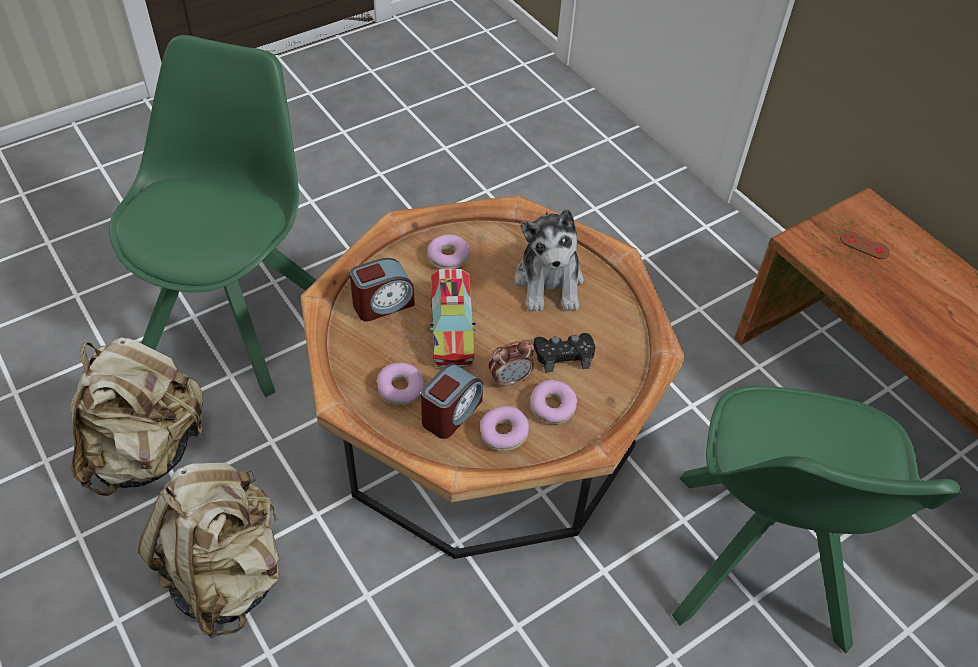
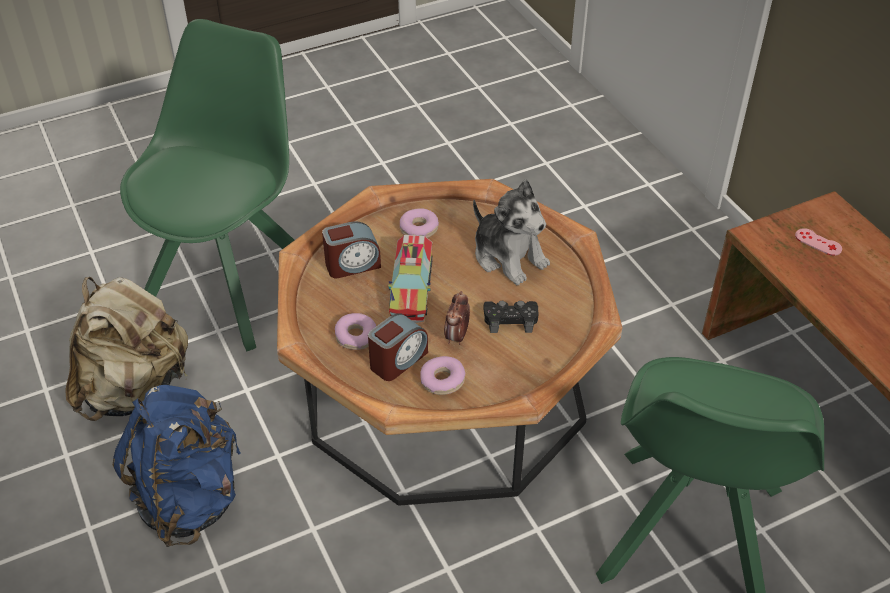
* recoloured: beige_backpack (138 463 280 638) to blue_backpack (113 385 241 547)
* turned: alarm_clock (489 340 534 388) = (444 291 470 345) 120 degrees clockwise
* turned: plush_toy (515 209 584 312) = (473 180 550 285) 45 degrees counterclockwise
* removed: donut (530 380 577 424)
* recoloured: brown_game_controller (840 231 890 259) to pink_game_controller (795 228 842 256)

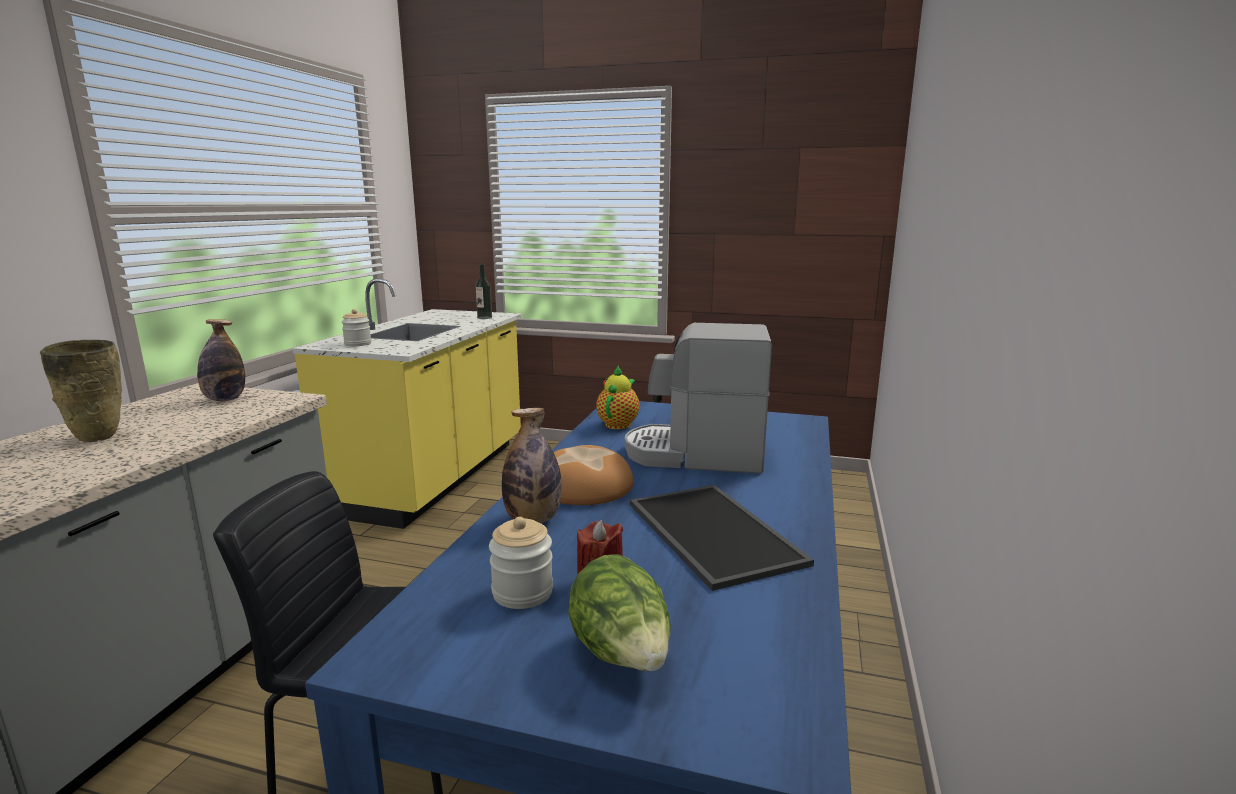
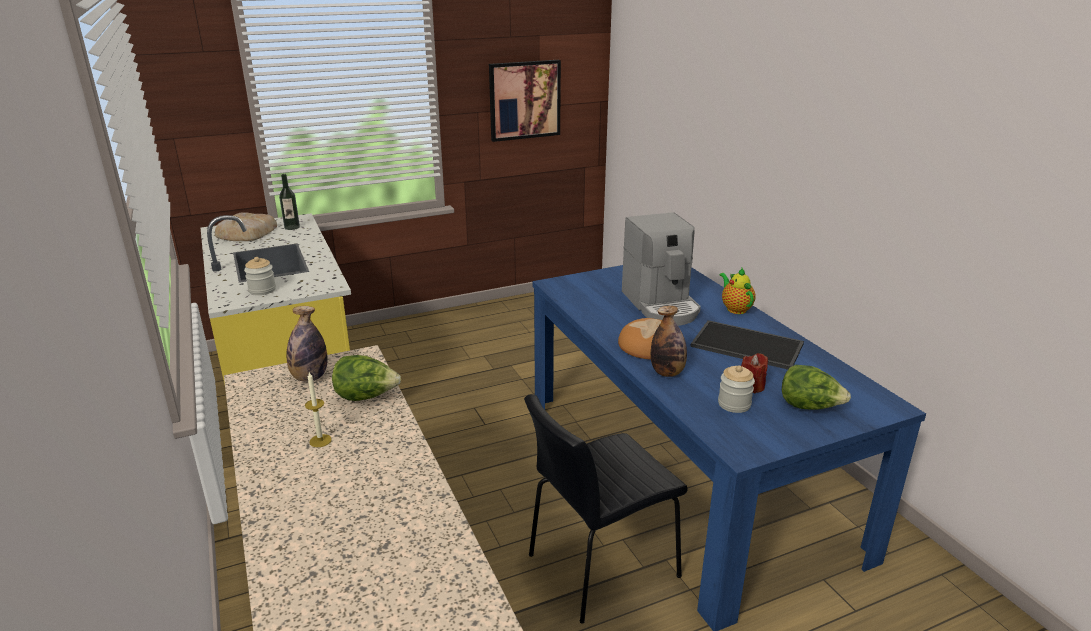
* replaced: beige_vase (40 340 122 442) to candle (305 372 332 447)
* moved: teapot (596 365 640 429) to (719 268 756 314)
* turned: coffee_machine (625 323 772 473) = (622 213 701 326) 75 degrees counterclockwise
* added: bread (215 212 277 241)
* added: lettuce (332 355 401 401)
* added: picture (489 60 561 142)

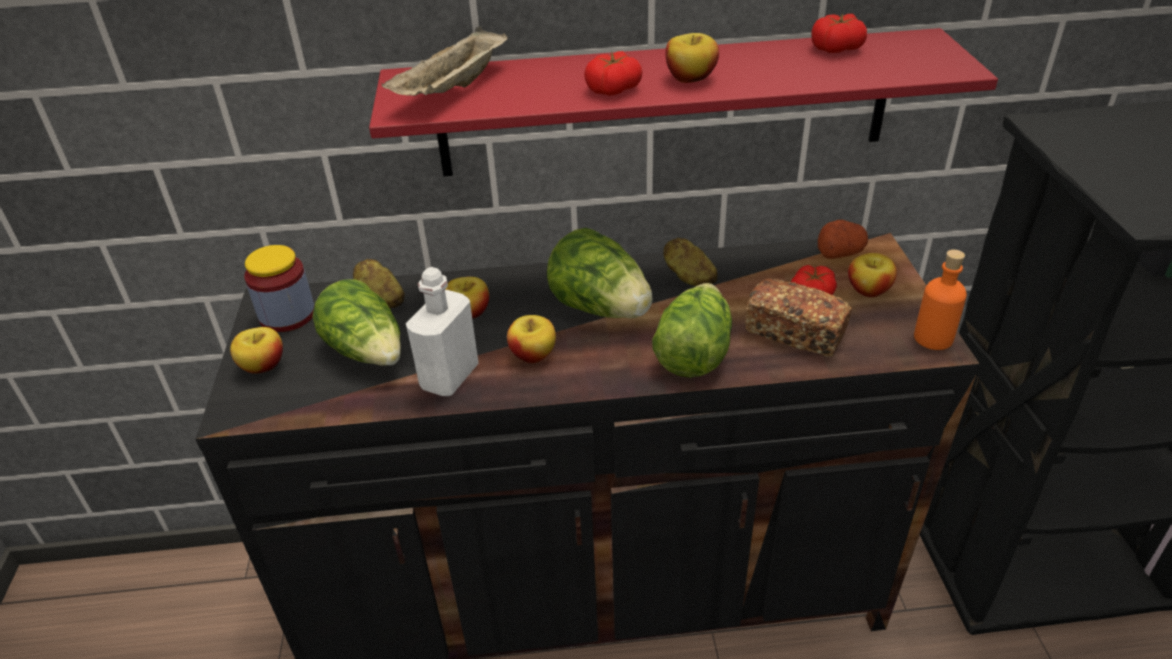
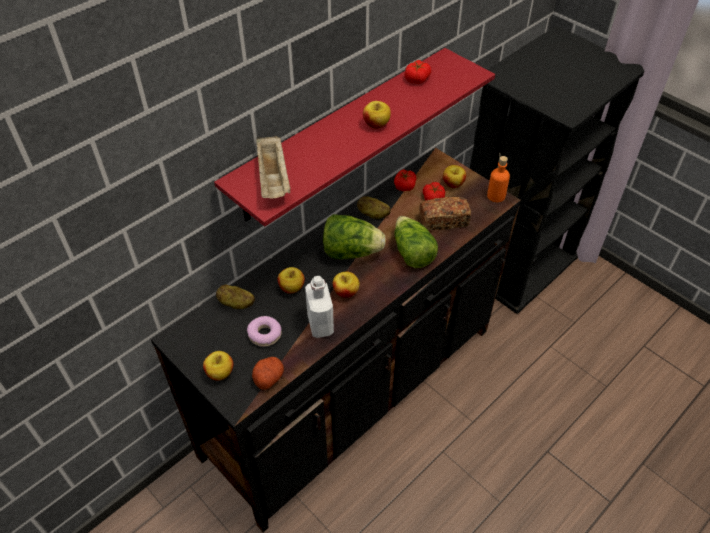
* removed: jar (244 245 314 332)
* replaced: lettuce (312 279 401 366) to donut (247 316 282 347)
* moved: tomato (584 51 643 96) to (394 169 416 191)
* moved: potato (818 220 868 259) to (252 357 284 390)

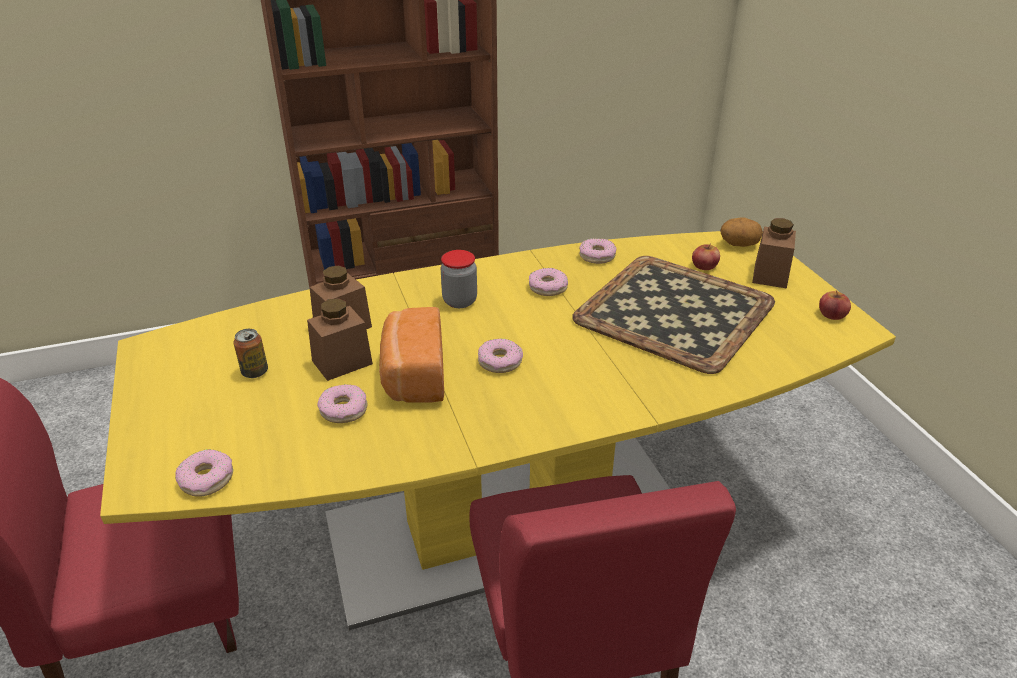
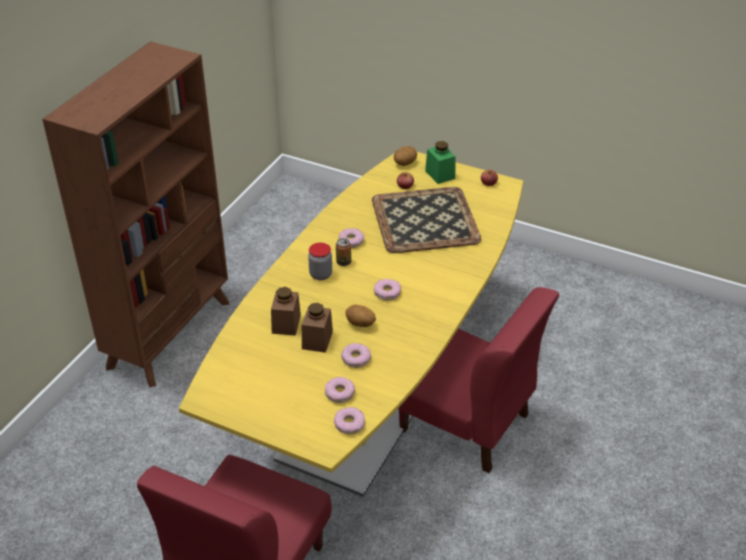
* moved: can (233 329 268 378) to (336 238 351 266)
* replaced: bread (379 307 444 403) to potato (346 305 376 327)
* moved: donut (579 238 616 264) to (325 377 355 403)
* recoloured: brown_jar (752 218 796 288) to green_jar (425 141 455 184)

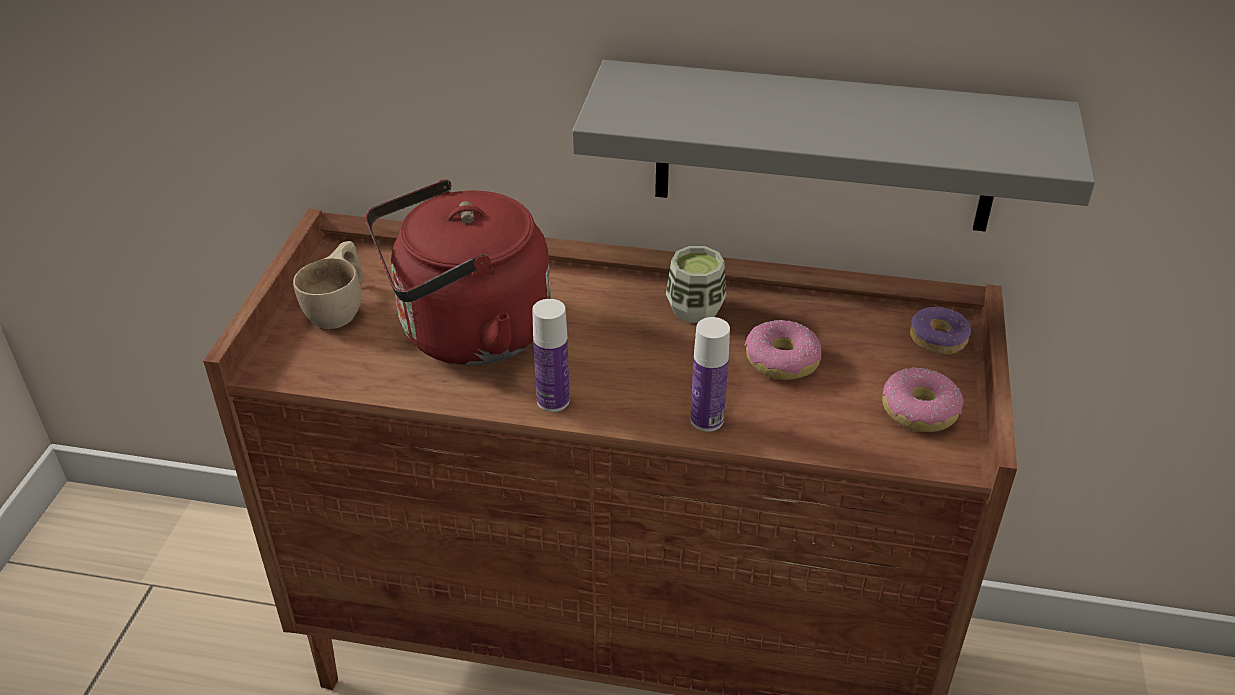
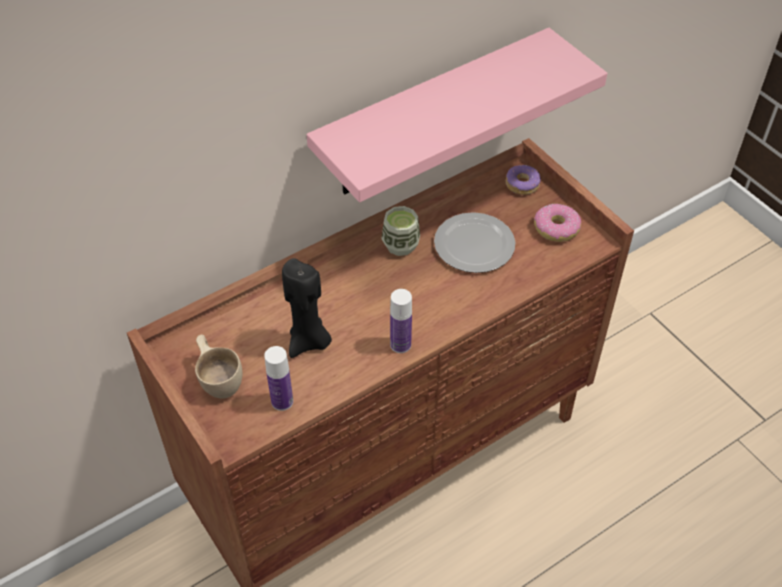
* replaced: red_kettle (365 179 551 366) to black_candle (282 258 332 358)
* recoloured: grey_shelf (572 60 1095 231) to pink_shelf (307 28 608 202)
* moved: bottle (690 317 730 432) to (264 346 293 411)
* replaced: donut (744 320 822 380) to plate (434 212 516 273)

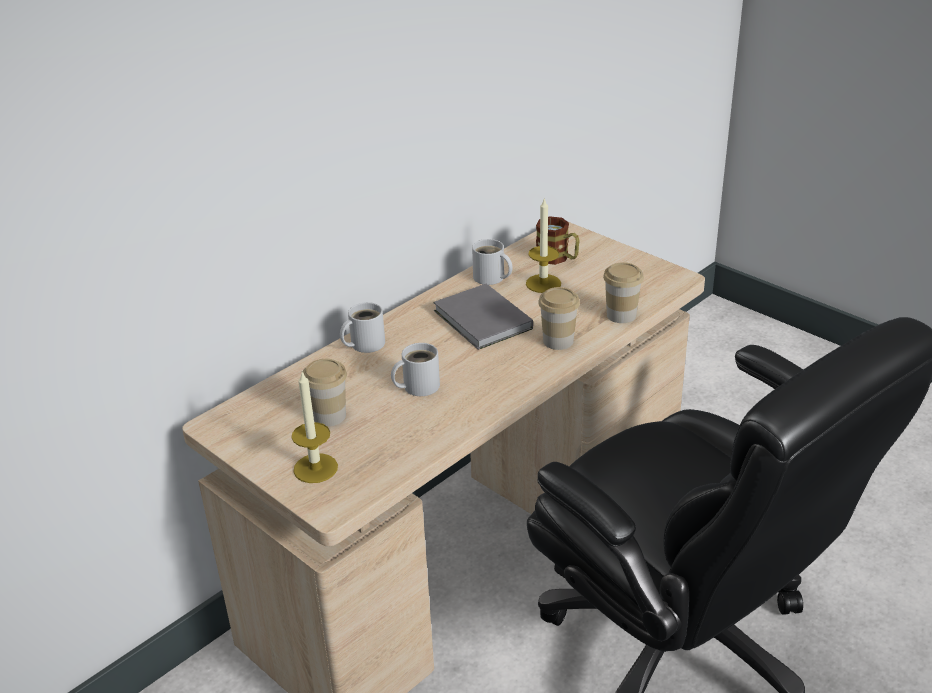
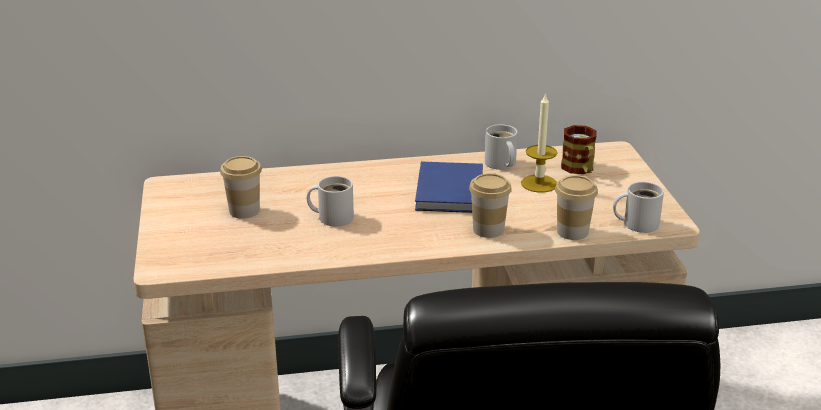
* removed: candle (292 372 338 483)
* moved: white_mug (340 302 385 353) to (613 182 664 233)
* recoloured: grey_book (433 284 533 350) to blue_book (415 162 483 213)

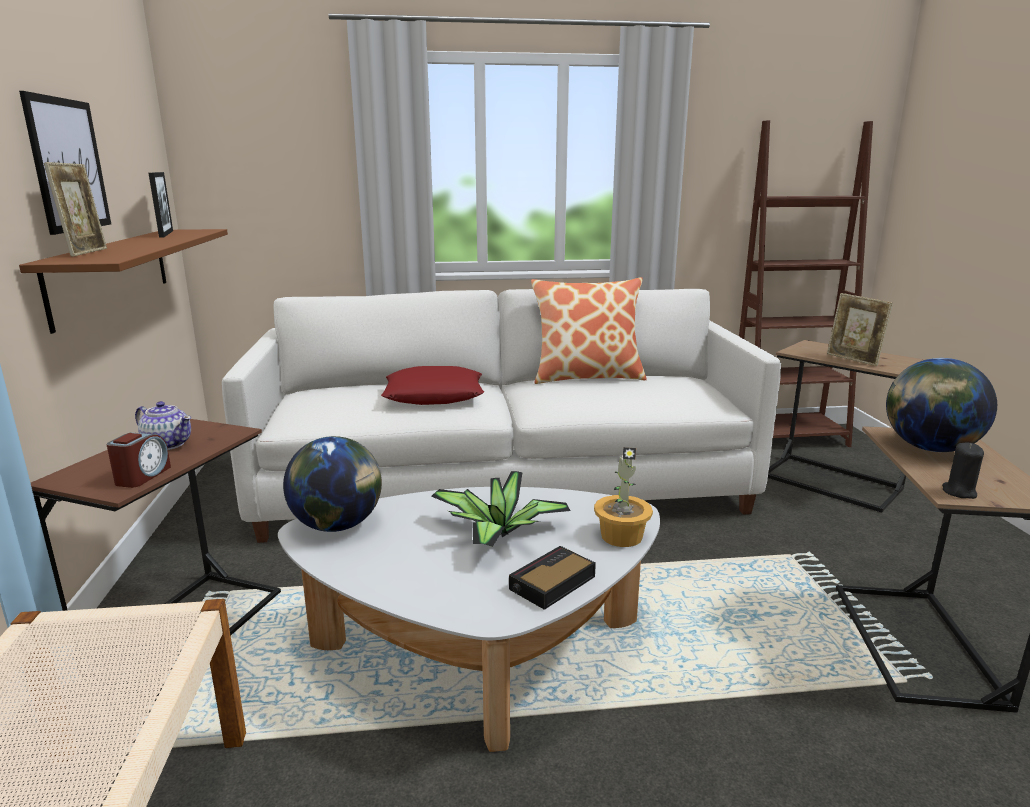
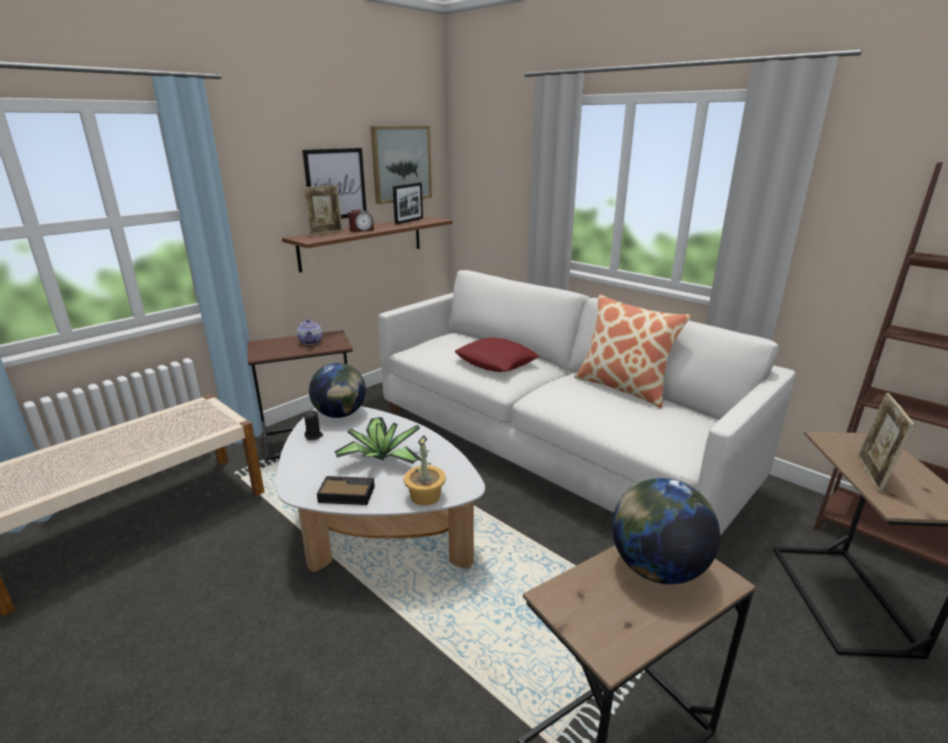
* moved: alarm_clock (107 433 171 488) to (348 209 374 232)
* moved: black_candle (942 443 984 499) to (304 410 323 440)
* added: picture (371 126 432 204)

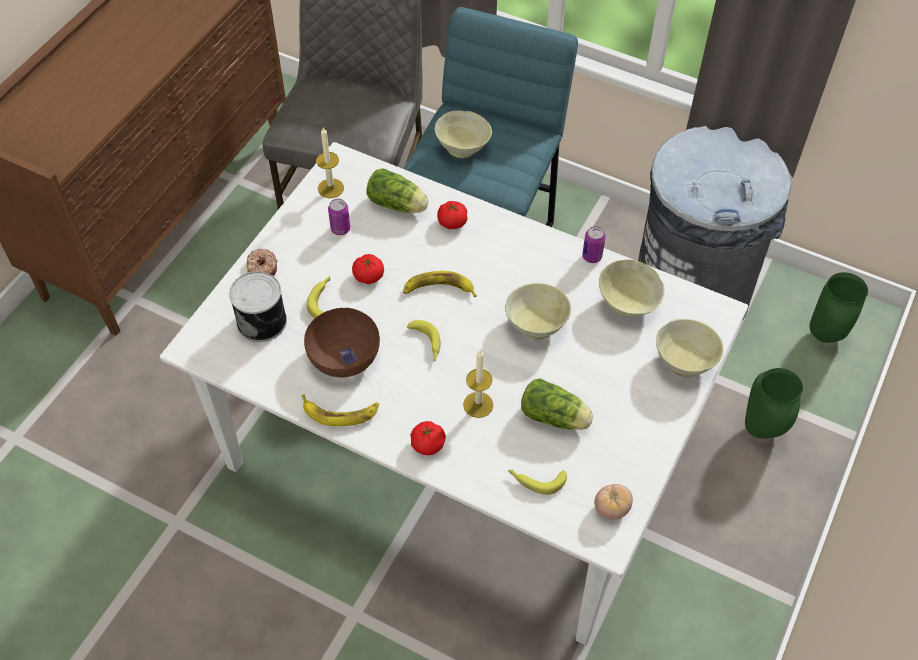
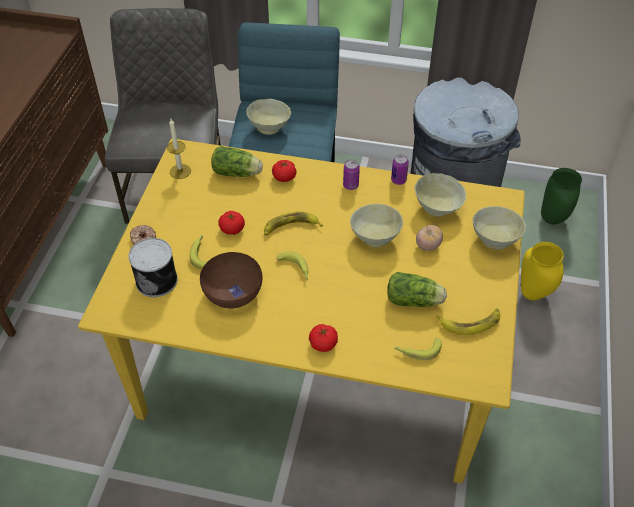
* recoloured: white_dining_table (160 142 748 645) to yellow_dining_table (78 138 525 484)
* moved: banana (302 394 379 426) to (436 308 500 335)
* moved: can (328 199 350 235) to (343 160 360 190)
* removed: candle (463 350 493 418)
* moved: tomato (594 484 633 520) to (416 225 443 251)
* recoloured: green_vase (745 368 803 439) to yellow_vase (521 242 564 301)

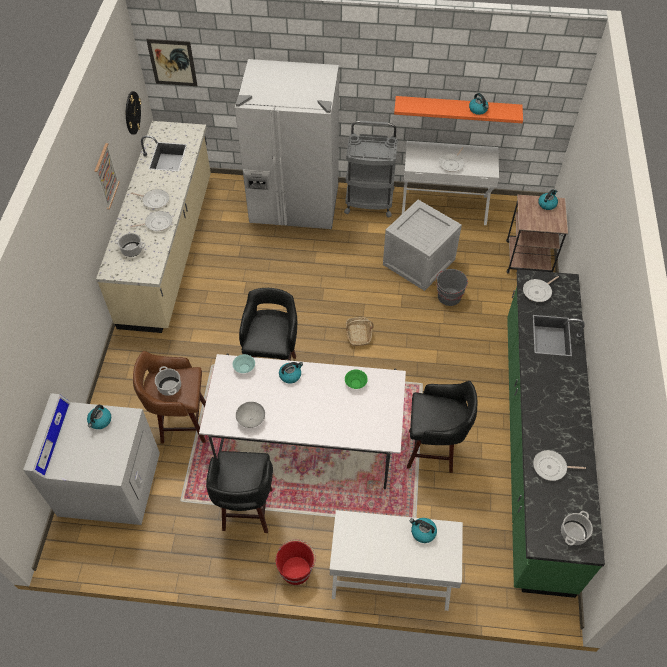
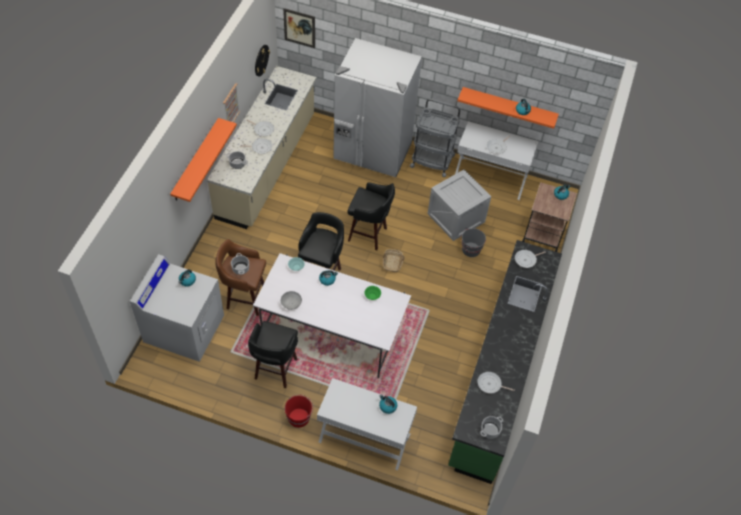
* moved: black_stool (407 381 478 473) to (348 182 395 250)
* added: orange_shelf (170 118 237 202)

